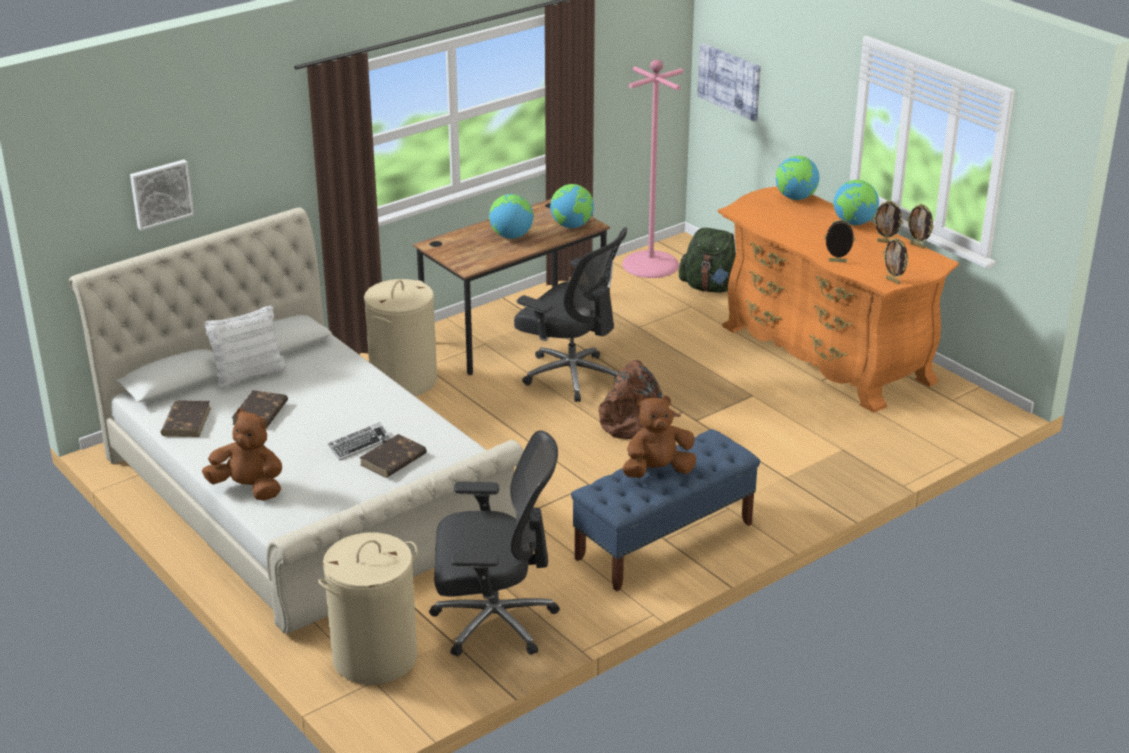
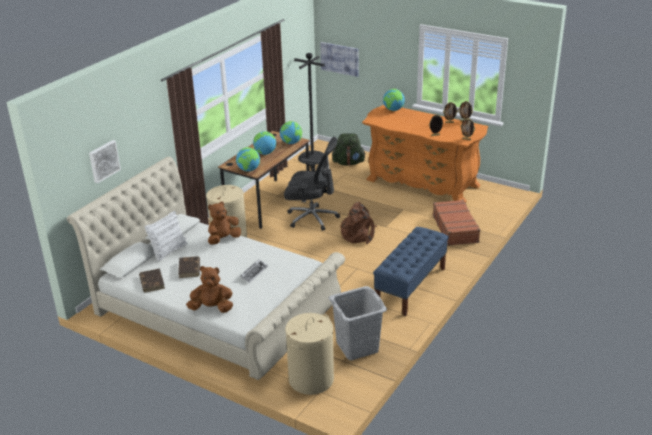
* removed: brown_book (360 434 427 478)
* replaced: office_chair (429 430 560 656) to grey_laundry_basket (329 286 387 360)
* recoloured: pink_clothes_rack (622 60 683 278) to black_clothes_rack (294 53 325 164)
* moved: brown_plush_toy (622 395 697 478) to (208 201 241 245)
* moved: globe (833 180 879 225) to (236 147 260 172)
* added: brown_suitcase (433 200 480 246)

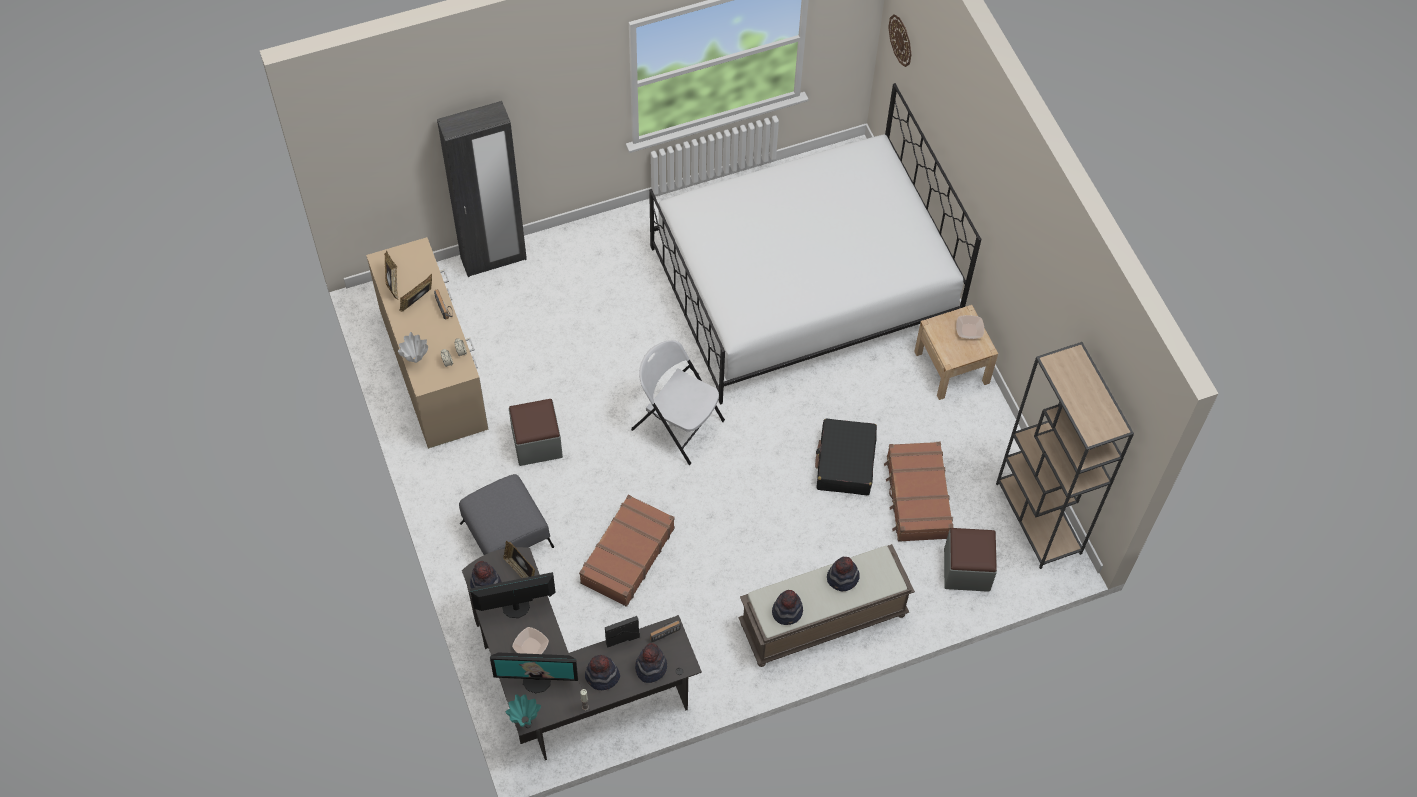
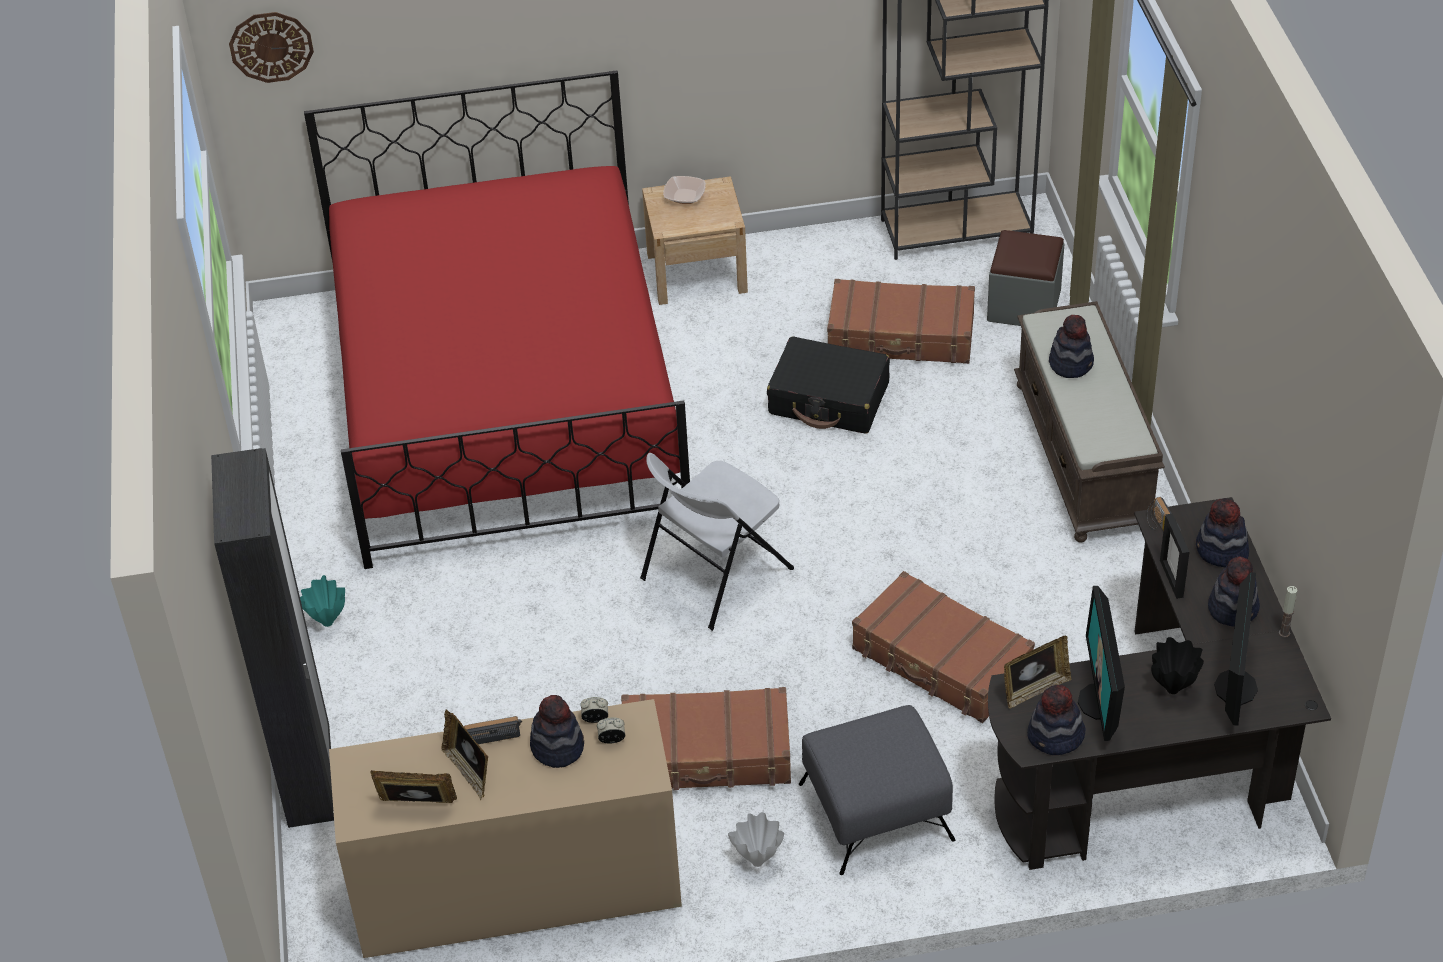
* moved: white_vase (398 332 428 363) to (728 812 784 867)
* moved: turquoise_vase (505 694 541 727) to (300 575 345 627)
* replaced: grey_ottoman (509 399 563 466) to brown_suitcase (621 687 791 790)
* replaced: bowl (512 627 549 654) to black_vase (1151 637 1204 694)
* recoloured: white_bed (649 83 982 405) to red_bed (304 70 690 569)
* moved: hat (772 590 803 625) to (530 695 584 768)

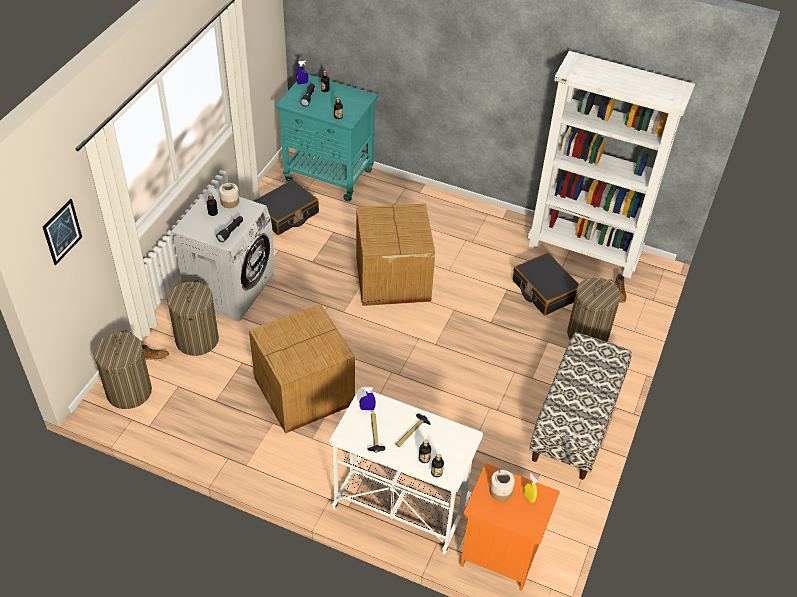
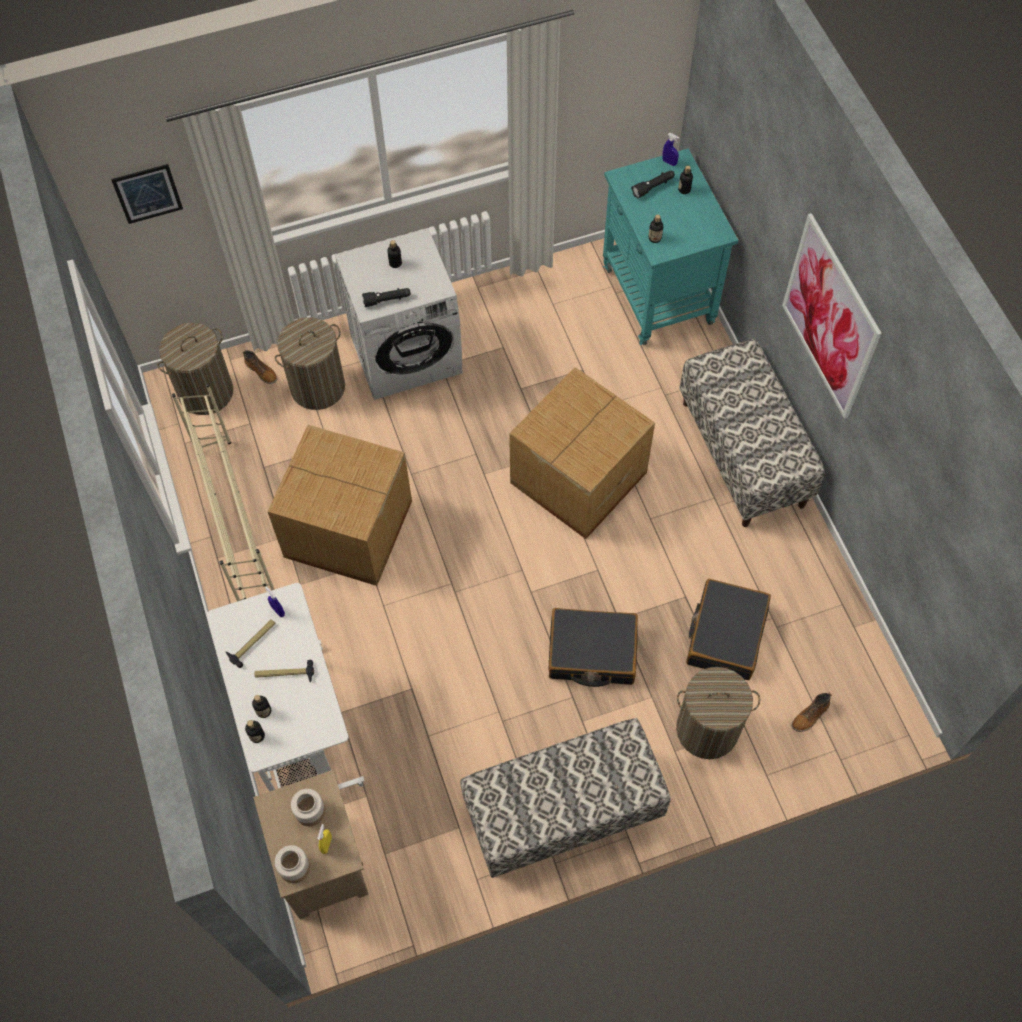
* moved: jar (219 183 239 208) to (275 845 310 883)
* moved: black_suitcase (253 179 319 235) to (549 608 638 687)
* recoloured: orange_nightstand (460 463 560 591) to beige_nightstand (253 770 369 919)
* removed: white_bookcase (528 51 695 278)
* added: beige_shoe_rack (172 383 275 601)
* added: bench (679 339 825 527)
* added: picture (782 213 882 419)

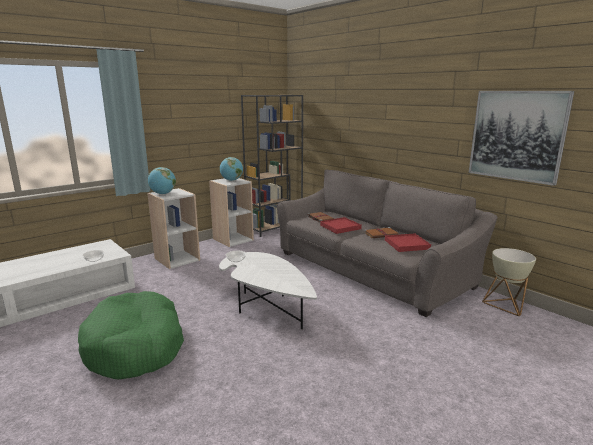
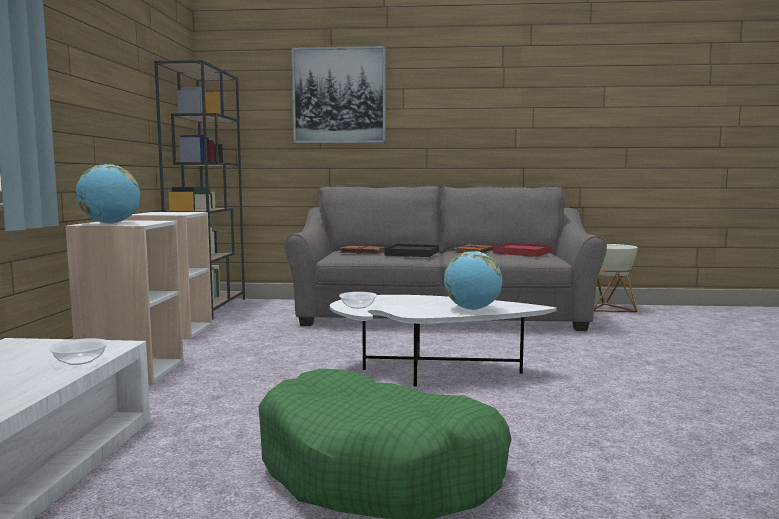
* moved: globe (220 157 243 181) to (444 251 503 310)
* recoloured: red_tray (320 217 362 234) to black_tray (385 244 439 257)
* moved: picture (469 91 574 186) to (292 46 386 143)

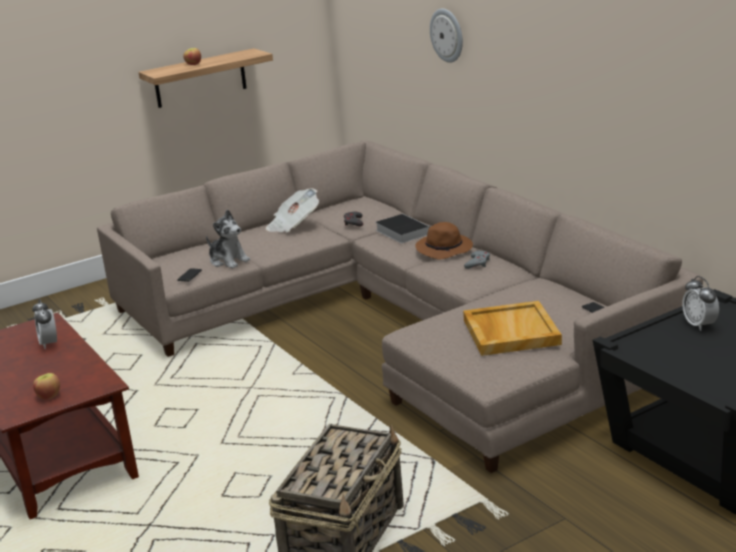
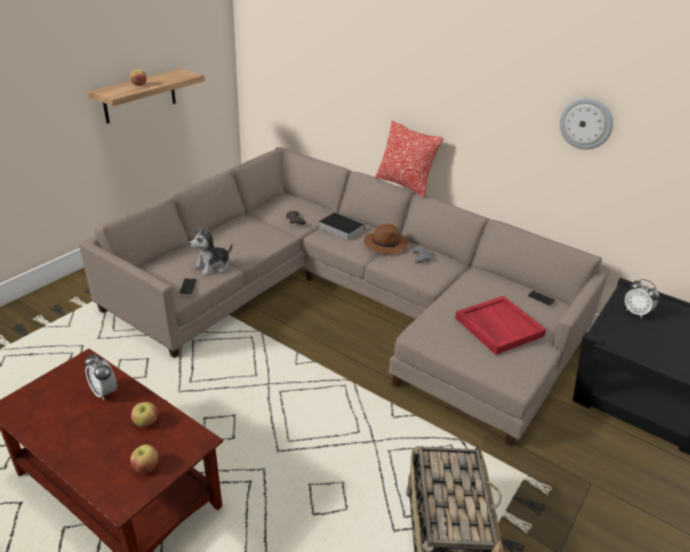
* turned: plush_toy (206 209 250 269) = (189 227 233 276) 120 degrees clockwise
* removed: newspaper (266 188 319 233)
* moved: wall_clock (430 9 463 63) to (560 98 613 150)
* recoloured: beige_tray (463 301 562 356) to red_tray (455 296 546 355)
* added: apple (131 402 158 427)
* added: pillow (375 121 444 198)

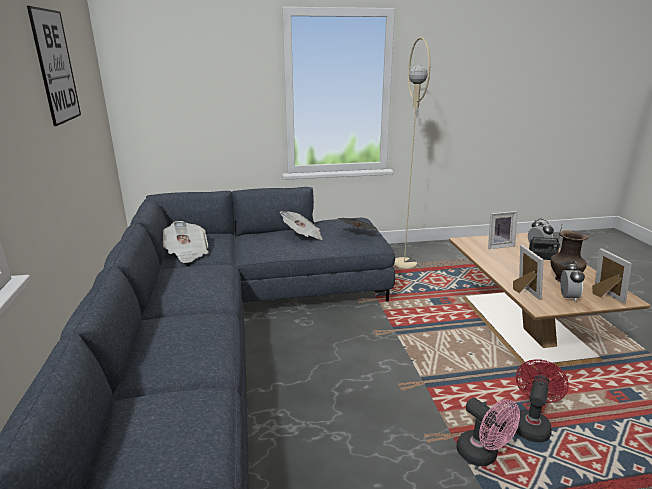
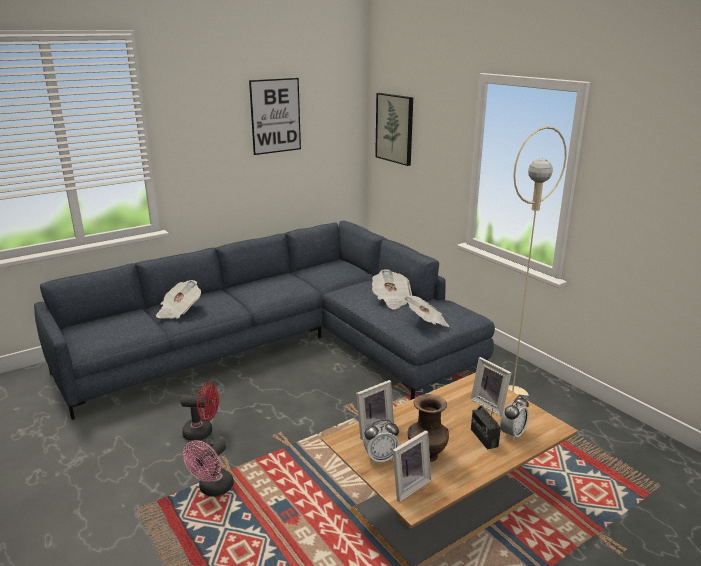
* moved: newspaper (163 221 208 263) to (156 280 201 319)
* moved: red_fan (513 359 569 443) to (180 382 219 441)
* added: picture (375 93 413 166)

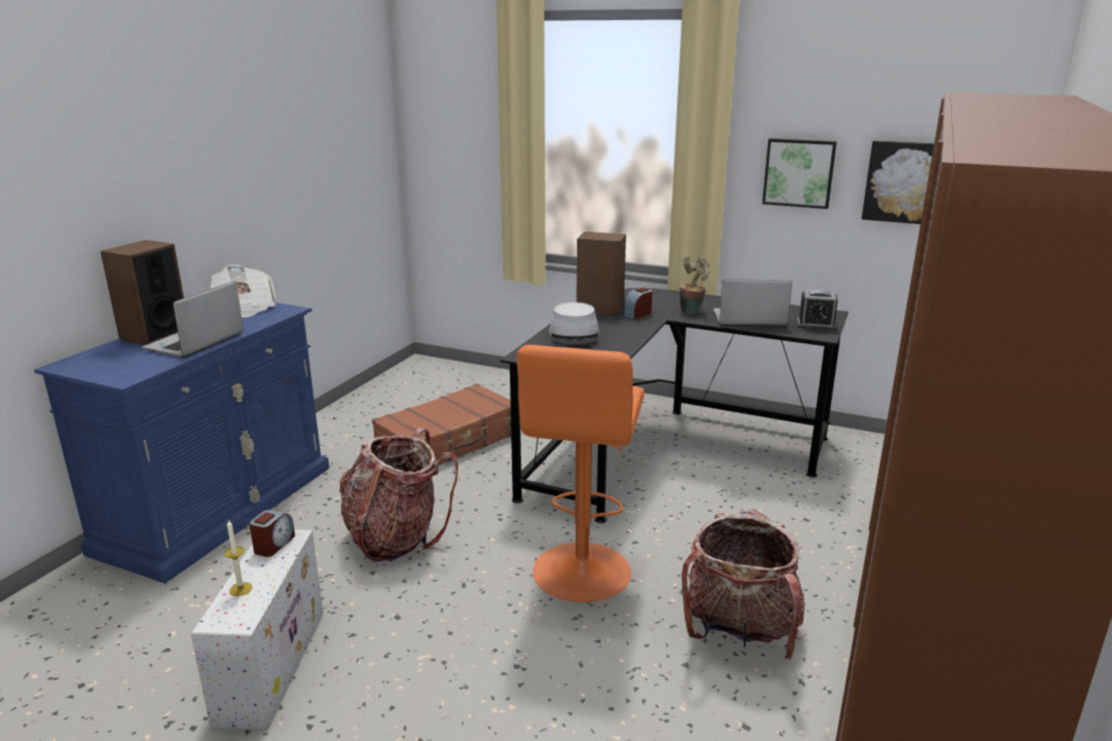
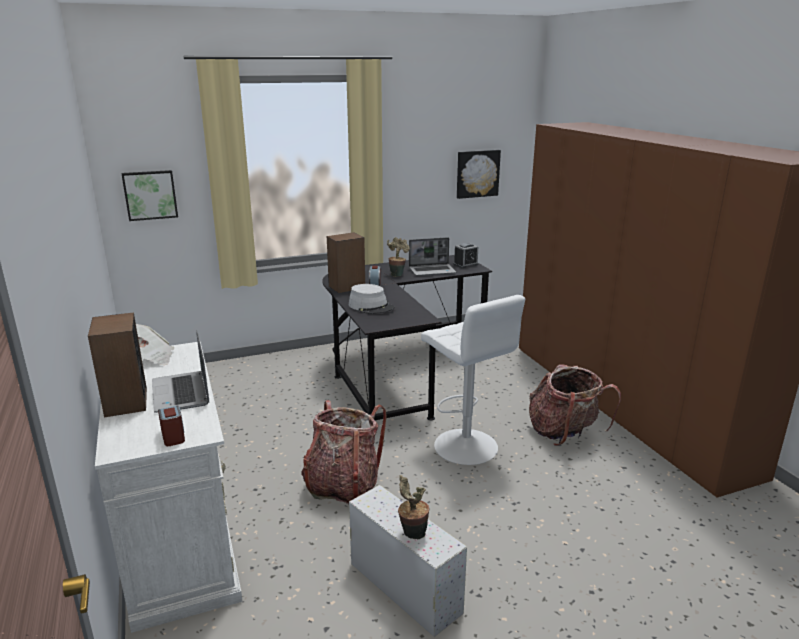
* recoloured: blue_dresser (34 302 329 583) to white_dresser (95 342 243 633)
* replaced: candle (224 519 252 596) to potted_plant (398 475 429 540)
* moved: alarm_clock (249 510 295 557) to (158 406 185 446)
* removed: brown_suitcase (372 384 511 465)
* recoloured: orange_stool (517 345 644 602) to white_stool (421 295 525 465)
* turned: laptop (713 279 792 327) = (409 237 456 276) 150 degrees counterclockwise
* moved: picture (762 138 837 209) to (122 170 178 221)

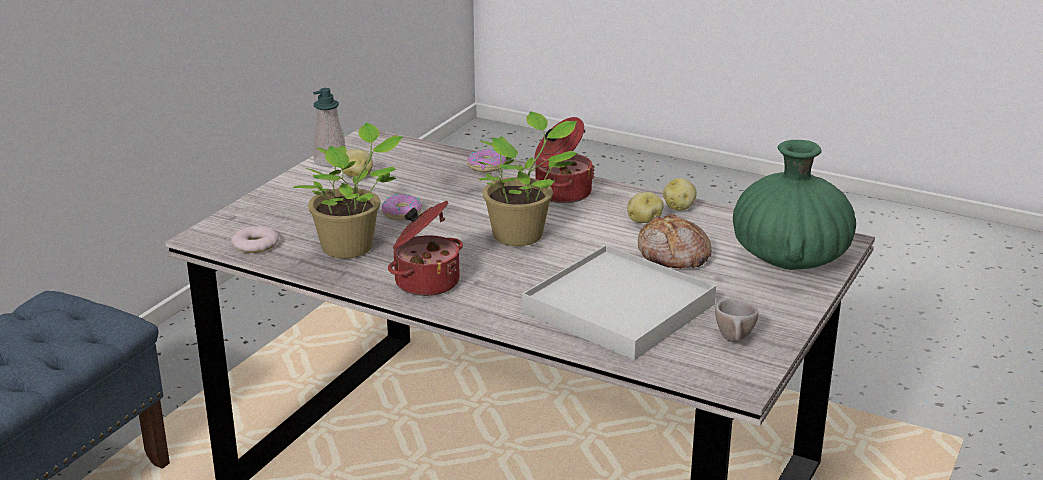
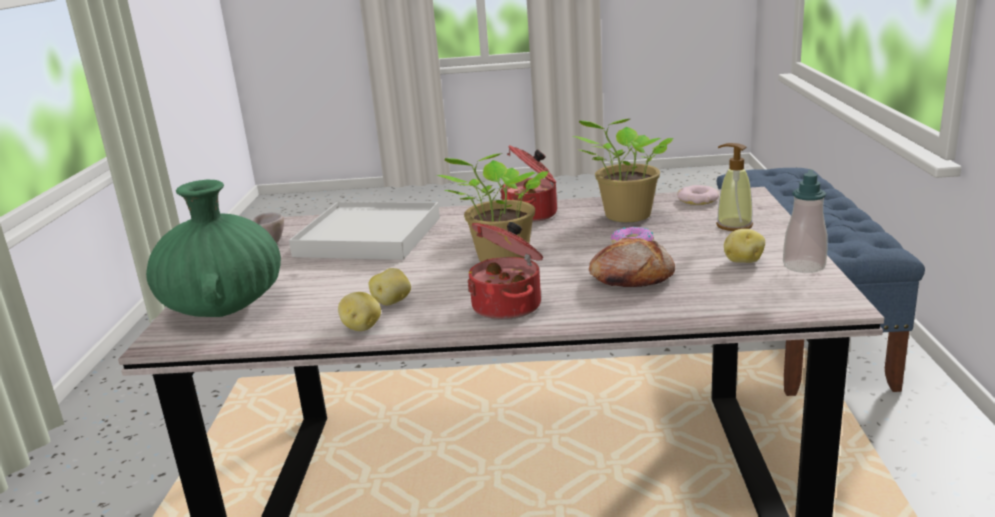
* removed: donut (467 149 506 172)
* moved: bread (638 214 711 268) to (589 237 675 287)
* added: soap_dispenser (716 143 753 231)

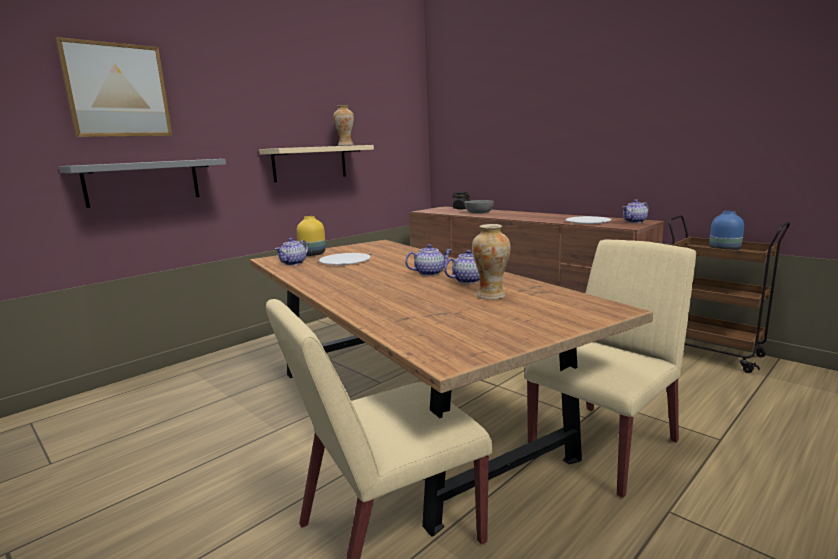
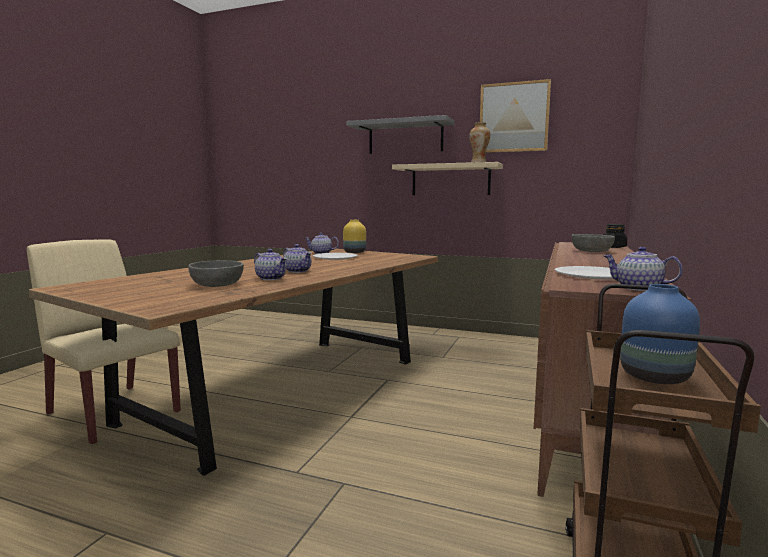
* moved: picture (55 37 173 137) to (480 79 551 153)
* moved: grey_shelf (59 159 226 208) to (346 115 455 154)
* replaced: vase (472 224 511 300) to grey_bowl (188 260 244 287)
* removed: beige_chair (524 239 696 498)

